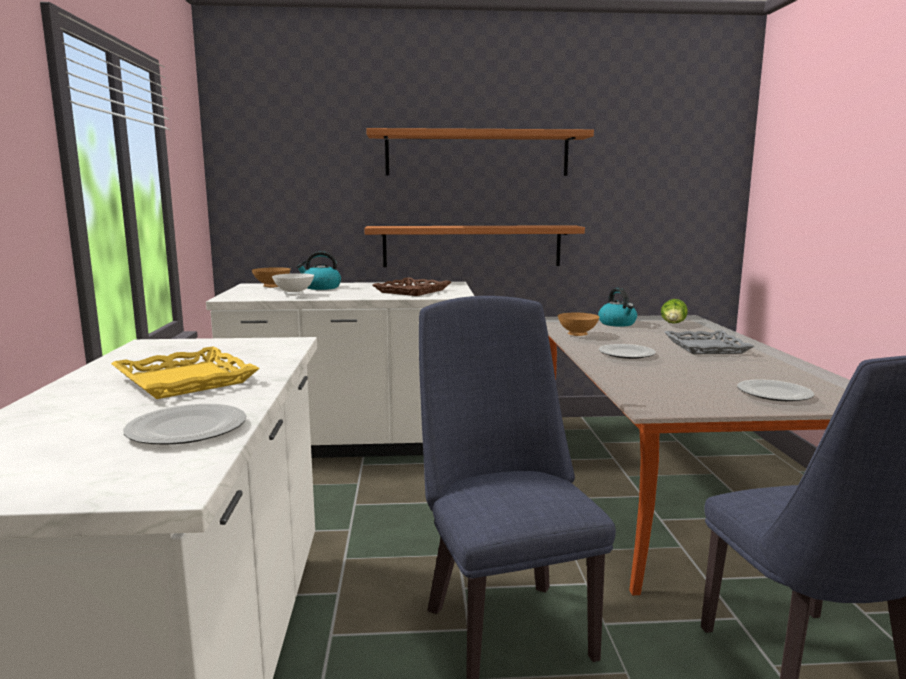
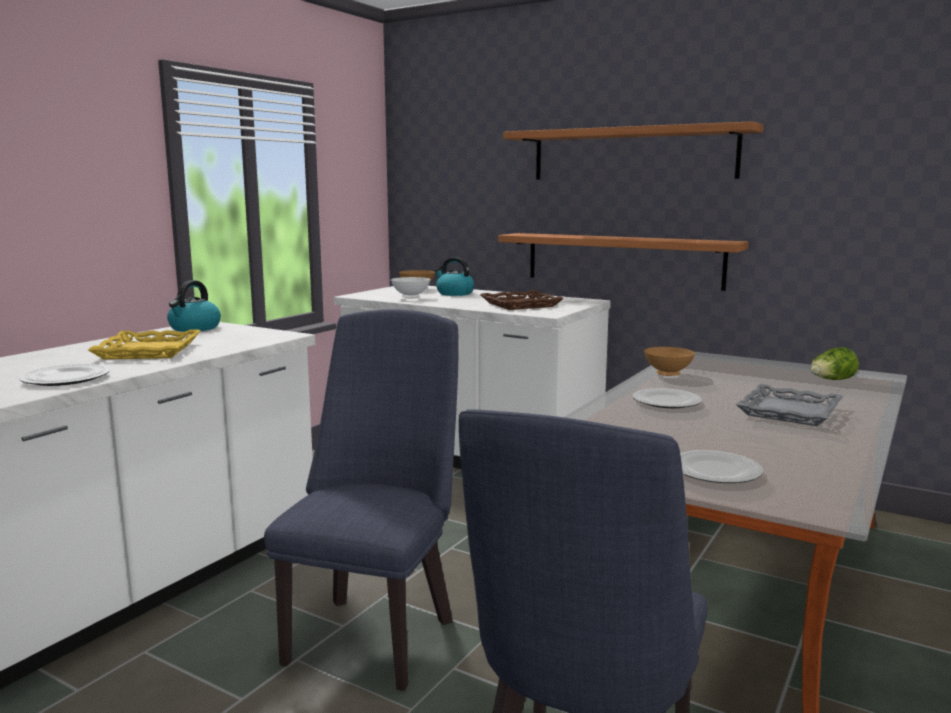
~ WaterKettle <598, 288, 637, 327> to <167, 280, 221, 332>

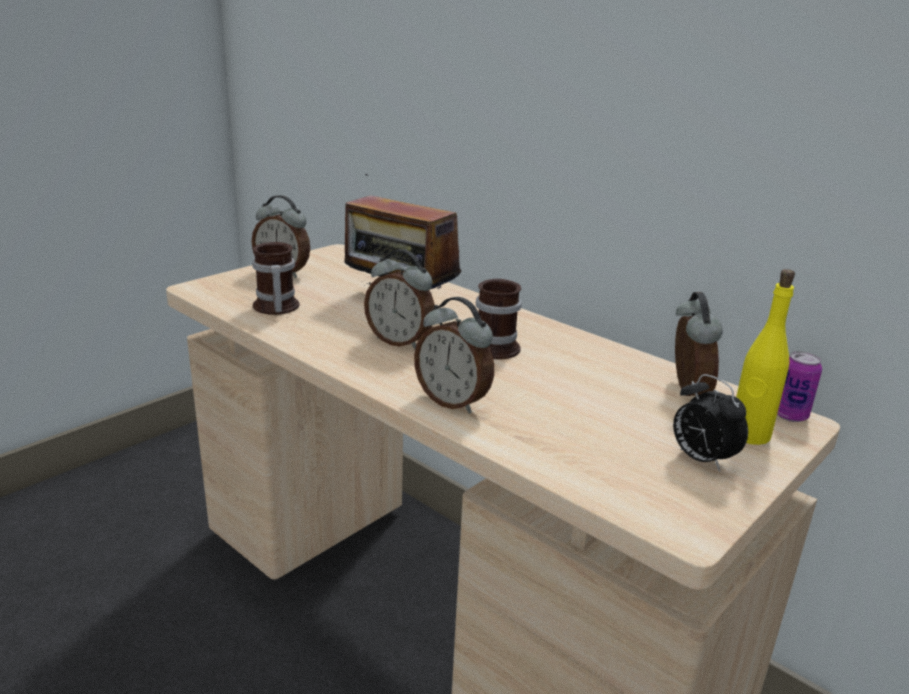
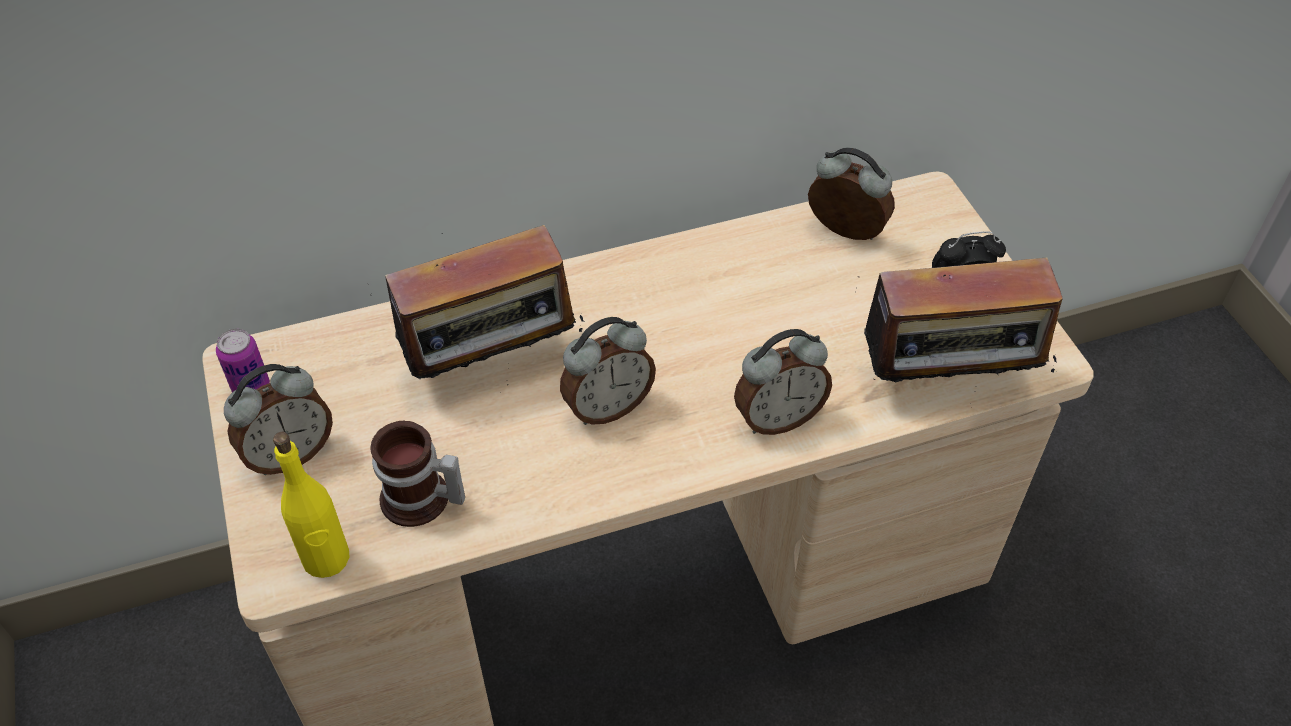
- CoffeeMug <476, 279, 522, 360>
+ Radio <856, 244, 1063, 408>
~ YellowBottle <736, 269, 795, 445> to <273, 432, 349, 578>
~ Can <777, 351, 822, 422> to <216, 329, 270, 392>

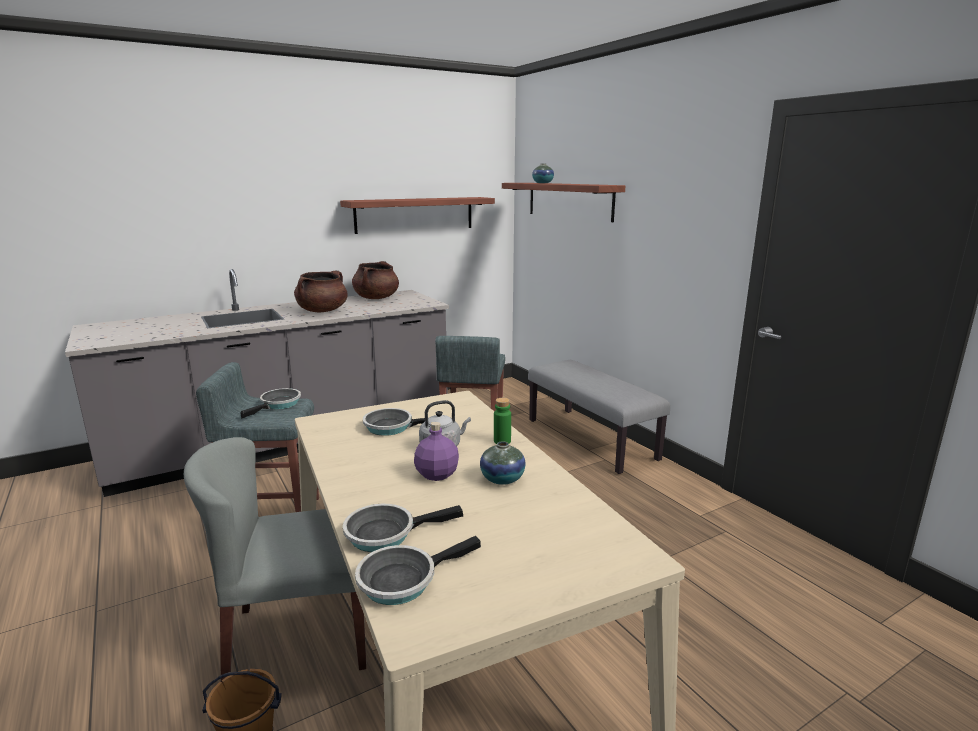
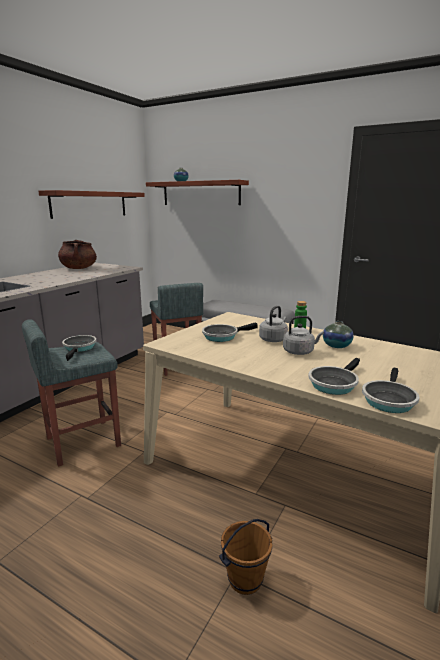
- GreyishChair <184, 437, 366, 682>
- BrownColouredSaucepot <294, 271, 347, 312>
~ PurpleBottle <414, 422, 459, 481> to GreyishWaterKettle <283, 316, 324, 355>

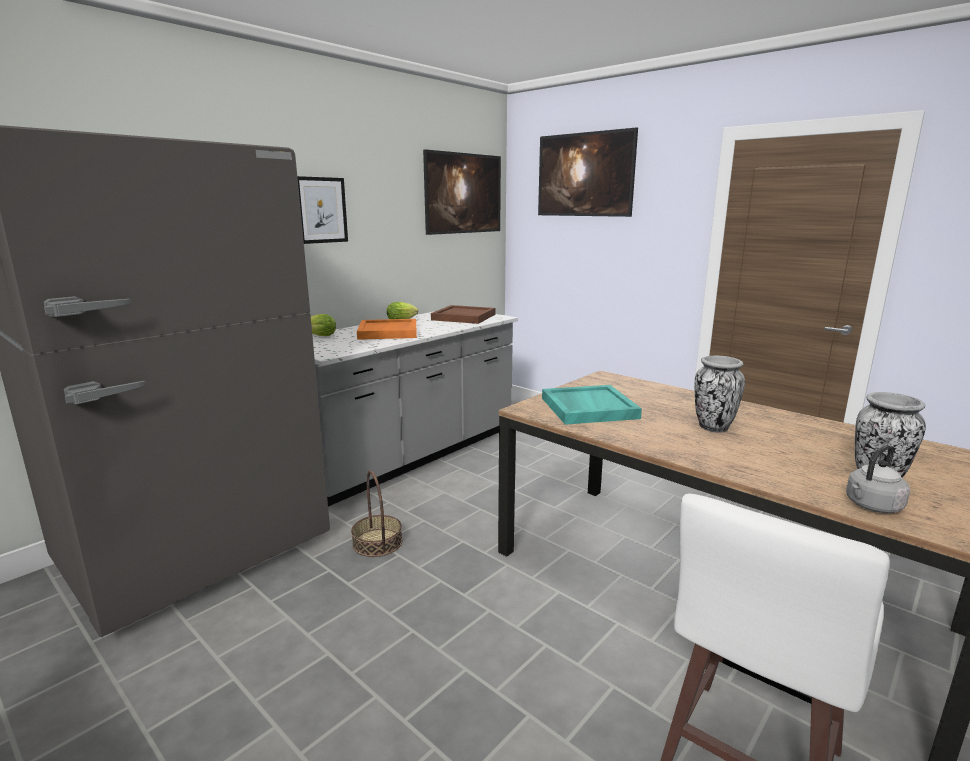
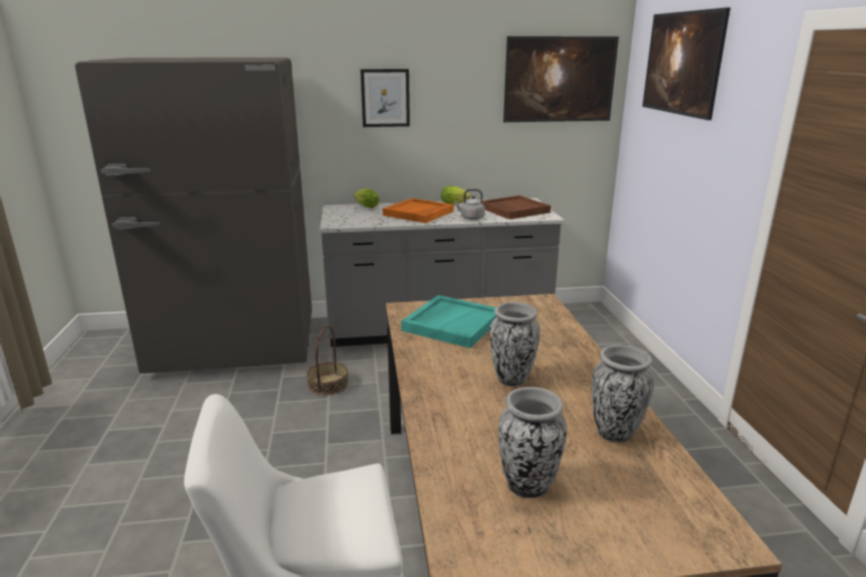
+ DecorativeVase <592, 345, 654, 443>
~ GreyishWaterKettle <846, 445, 910, 513> to <455, 189, 485, 220>

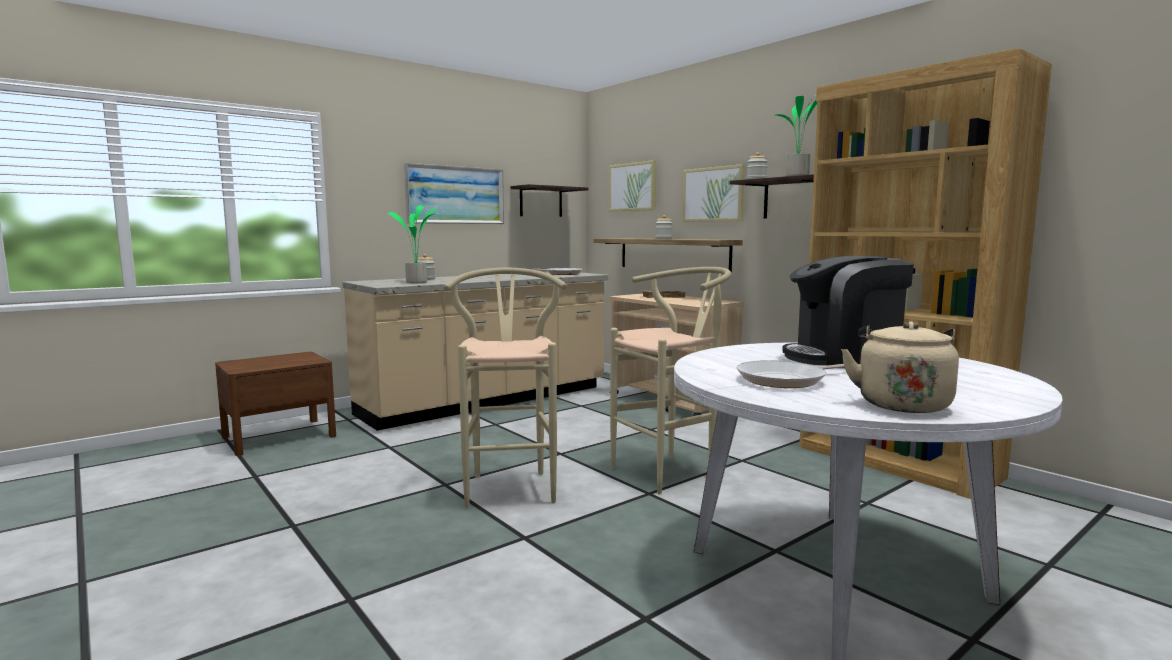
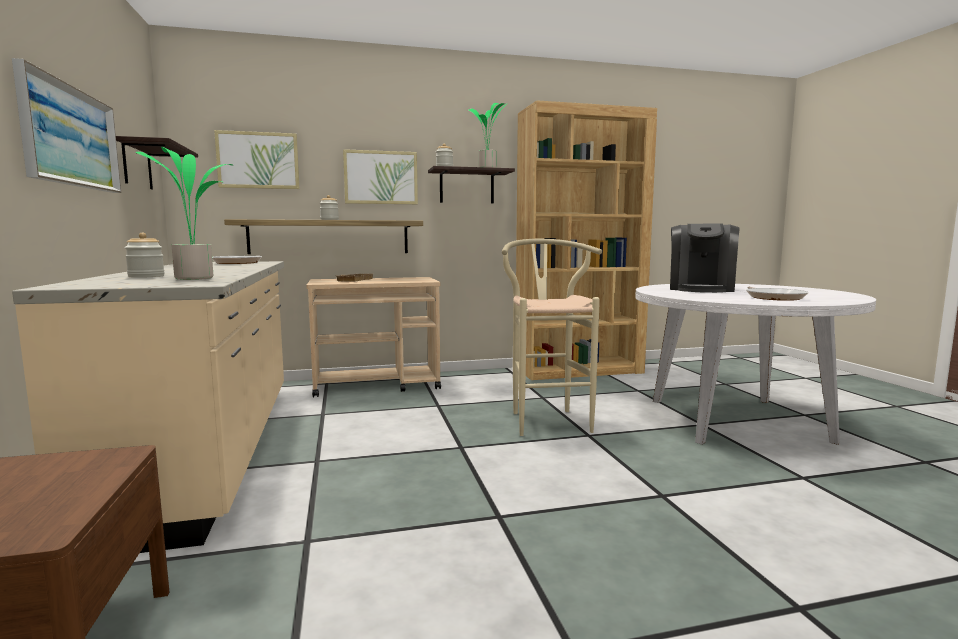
- SandColouredSittingStool <443, 268, 567, 509>
- SandColouredWaterKettle <841, 321, 959, 413>

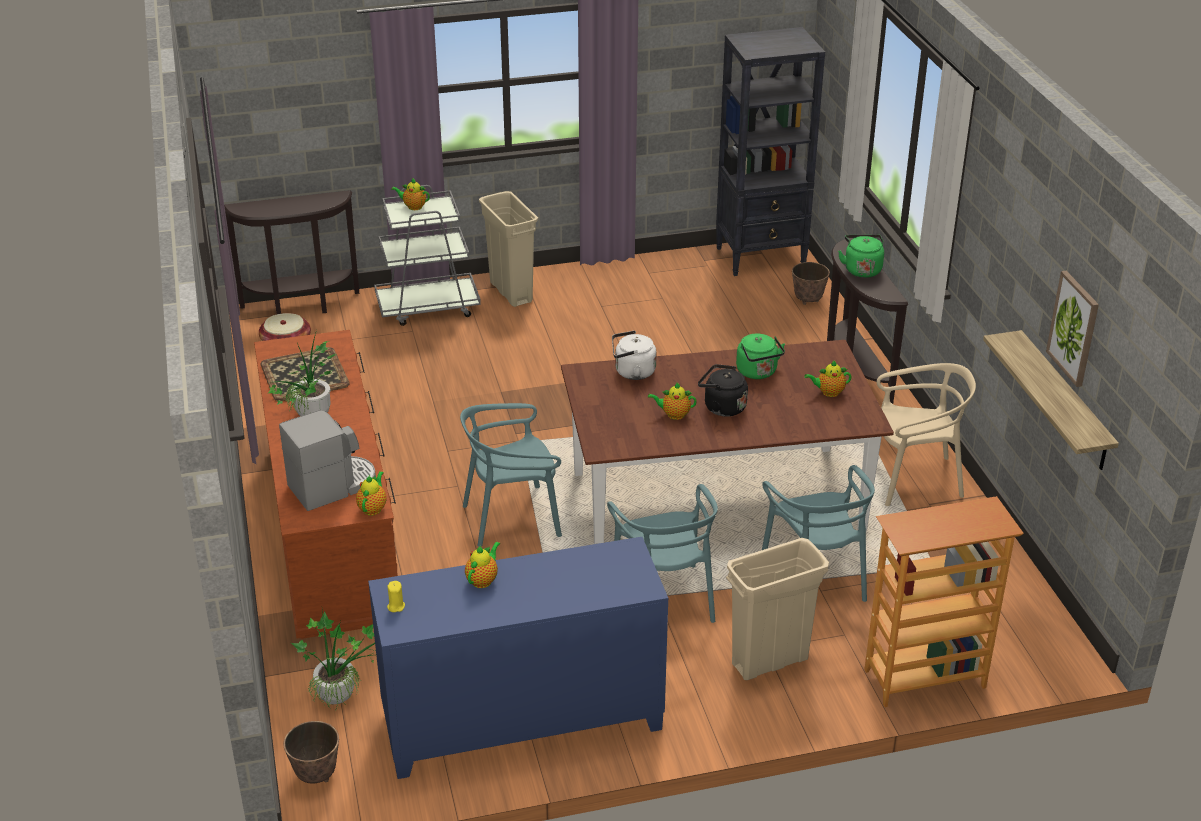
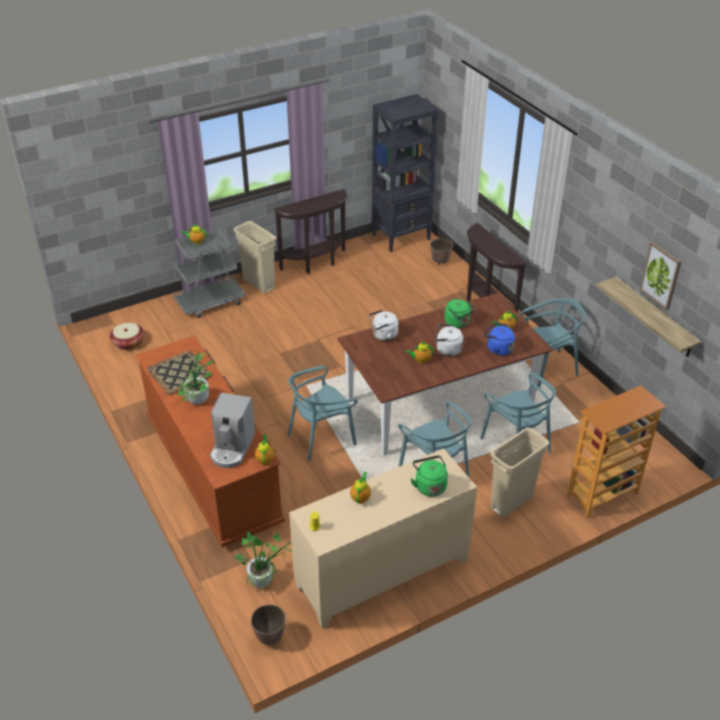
+ BluishWaterKettle <484, 322, 515, 356>
~ BrownColouredConsoleTable <224, 190, 359, 314> to <274, 189, 347, 274>
~ GreenColouredWaterKettle <838, 234, 884, 278> to <411, 455, 448, 497>
~ BluishStorageCabinet <368, 537, 668, 779> to SandColouredStorageCabinet <289, 448, 477, 629>
~ BlackishWaterKettle <698, 364, 748, 417> to WhitishWaterKettle <434, 324, 463, 356>
~ SandColouredChair <877, 363, 976, 506> to TurquoiseChair <520, 298, 585, 388>
~ CoffeeMaker <279, 410, 376, 511> = <210, 393, 255, 468> 150 degrees clockwise

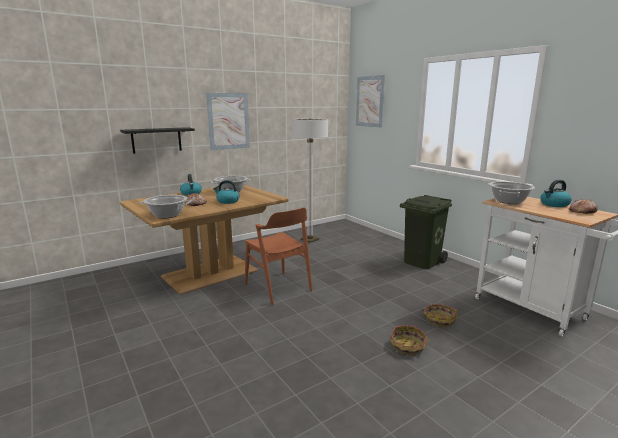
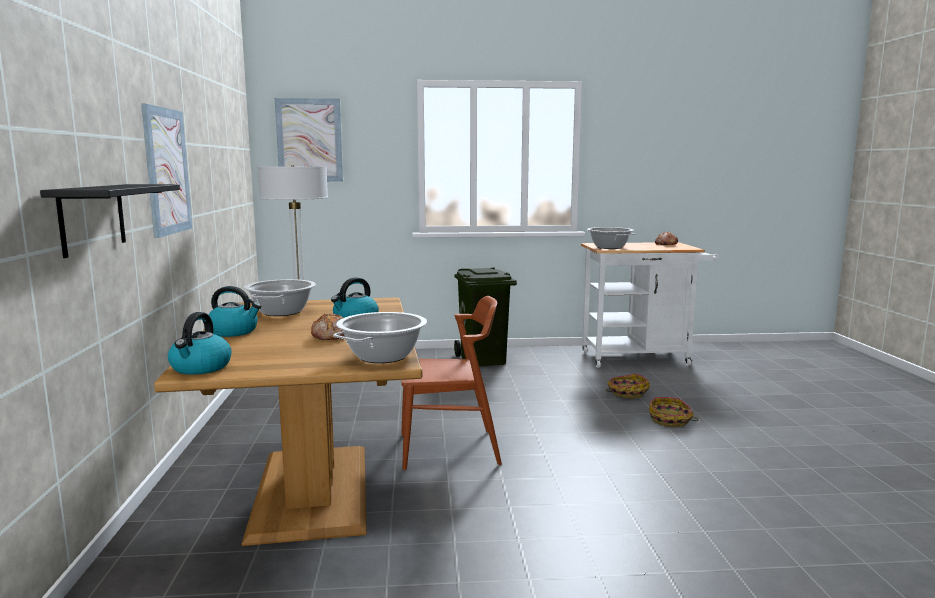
~ WaterKettle <540, 180, 572, 207> to <168, 312, 232, 375>

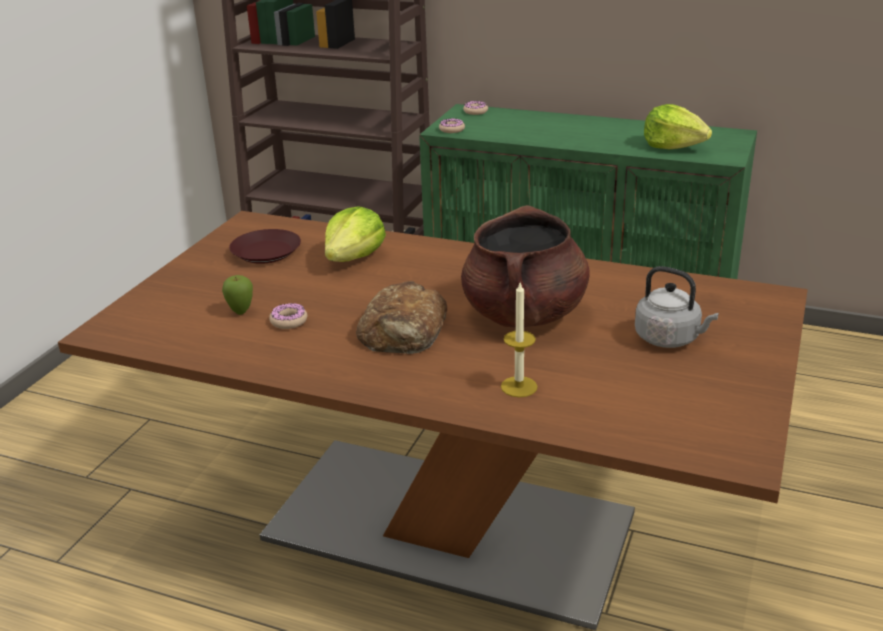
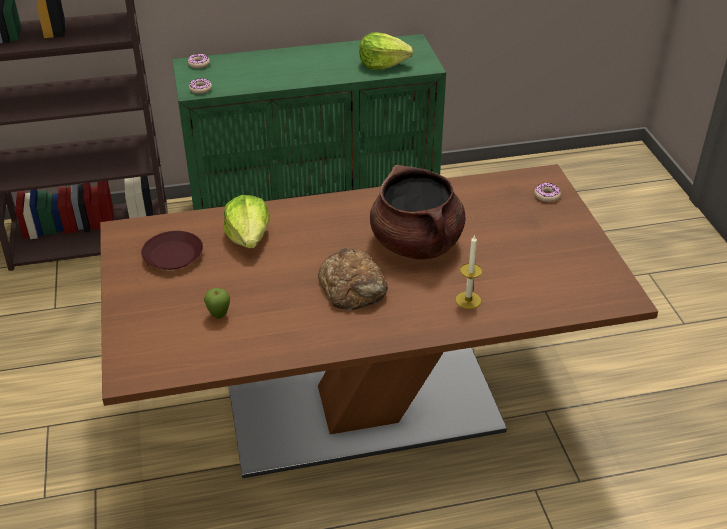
- GreyishWaterKettle <635, 266, 719, 348>
~ Donut <269, 303, 307, 329> to <534, 183, 561, 202>

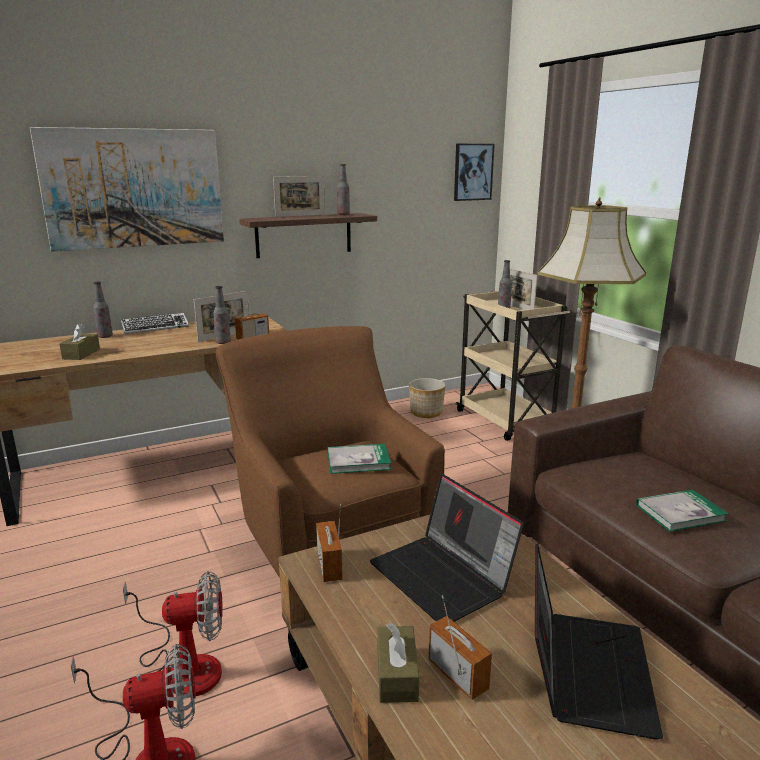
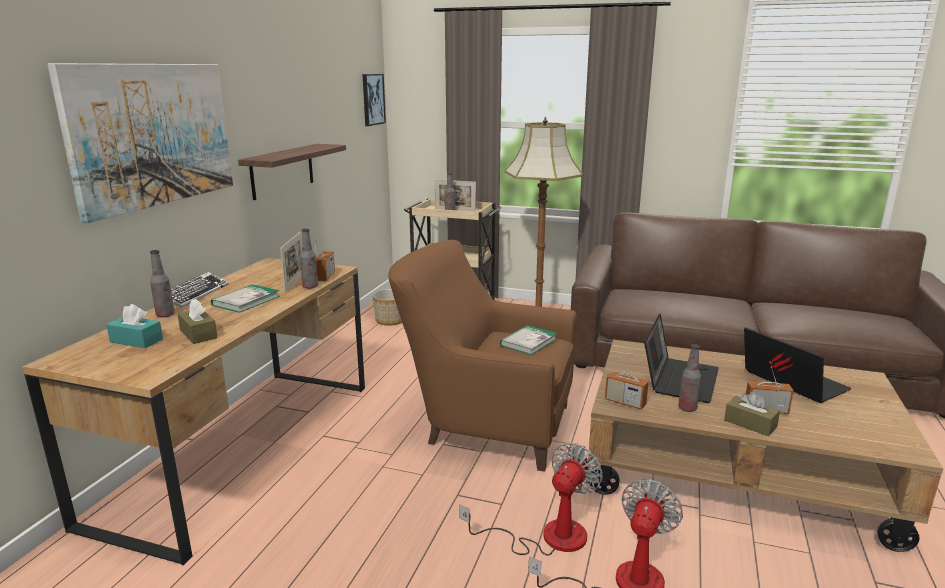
- PhotoFrame <273, 176, 325, 217>
+ TurquoiseTissueHolder <106, 304, 163, 348>
~ Bottle <337, 164, 350, 215> to <678, 344, 701, 412>
~ Volume <636, 490, 729, 532> to <211, 284, 280, 313>
~ PortableComputer <370, 473, 524, 622> = <644, 314, 719, 403> 75 degrees counterclockwise

